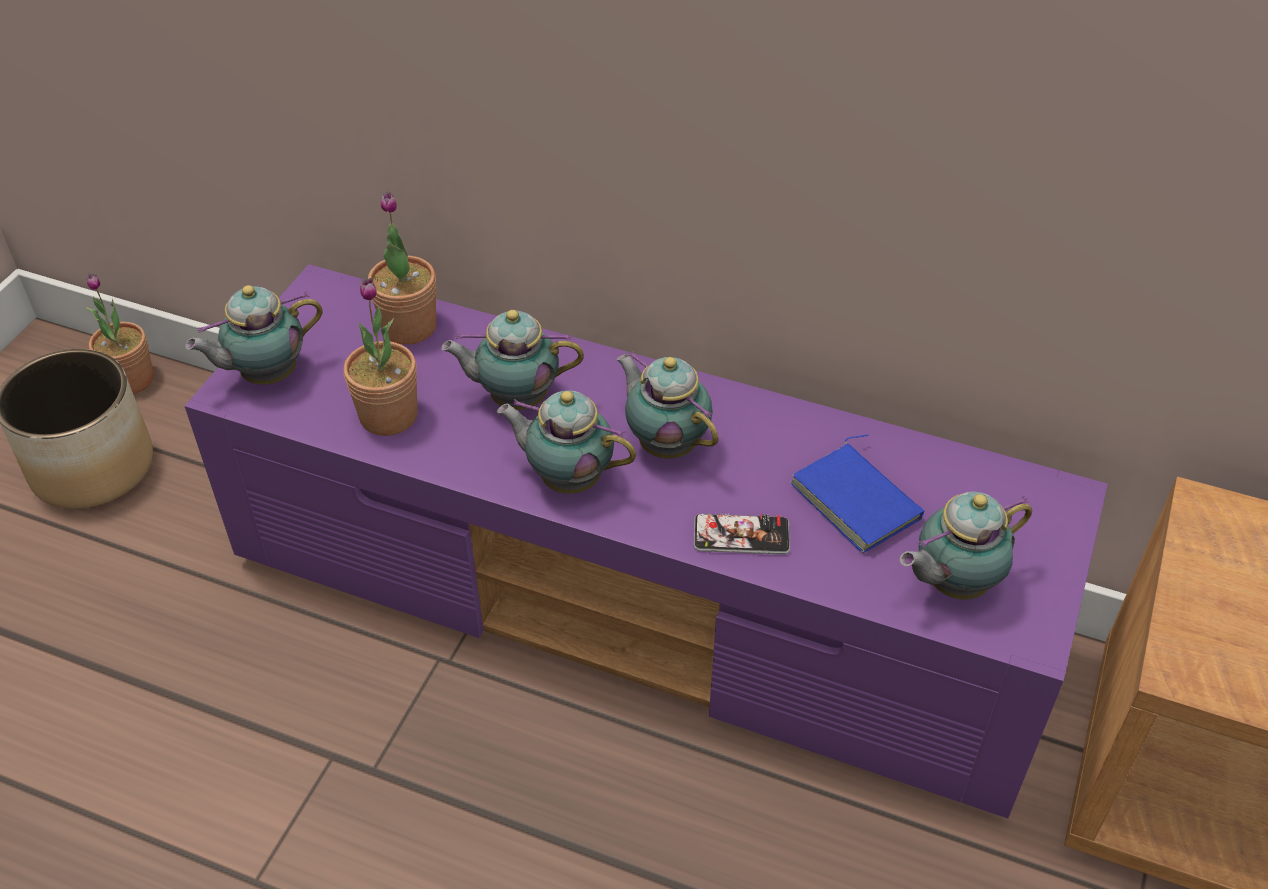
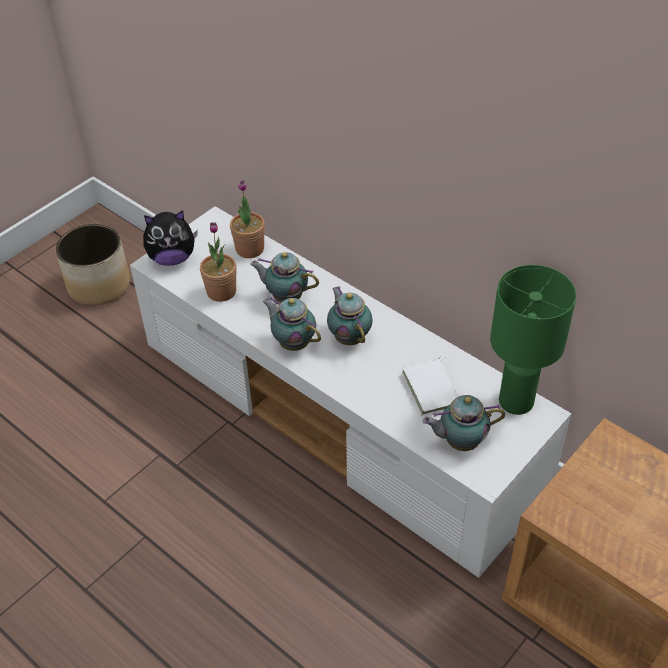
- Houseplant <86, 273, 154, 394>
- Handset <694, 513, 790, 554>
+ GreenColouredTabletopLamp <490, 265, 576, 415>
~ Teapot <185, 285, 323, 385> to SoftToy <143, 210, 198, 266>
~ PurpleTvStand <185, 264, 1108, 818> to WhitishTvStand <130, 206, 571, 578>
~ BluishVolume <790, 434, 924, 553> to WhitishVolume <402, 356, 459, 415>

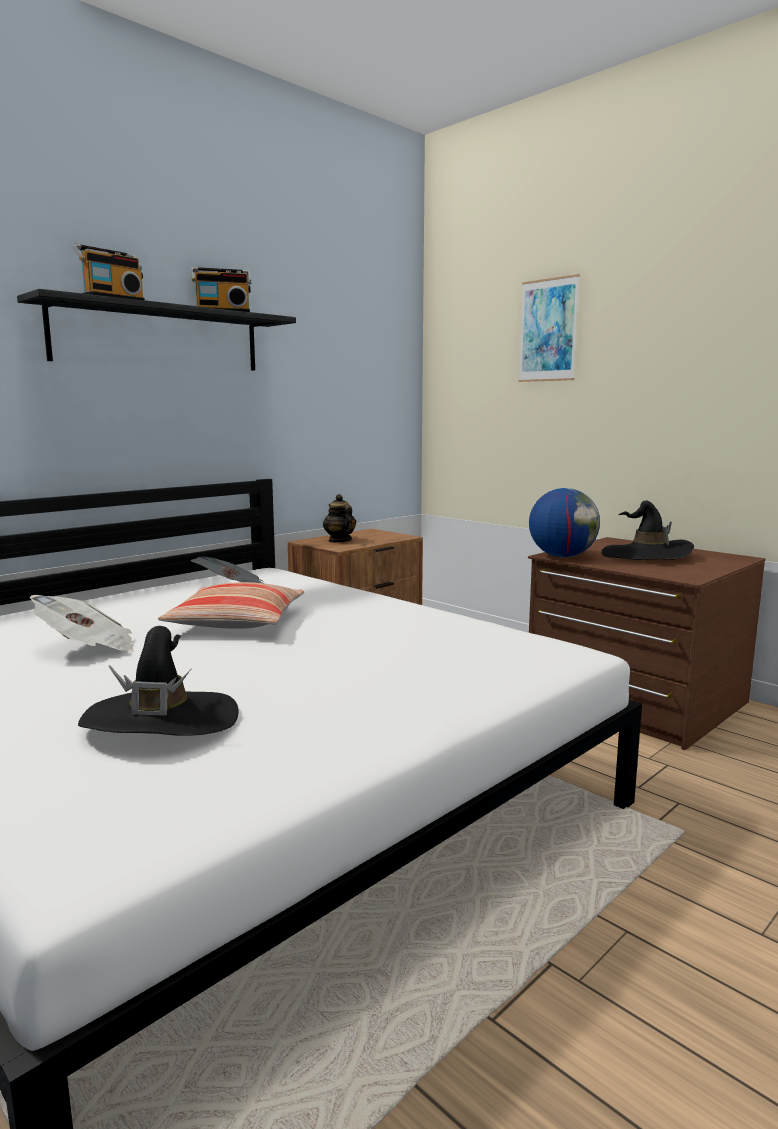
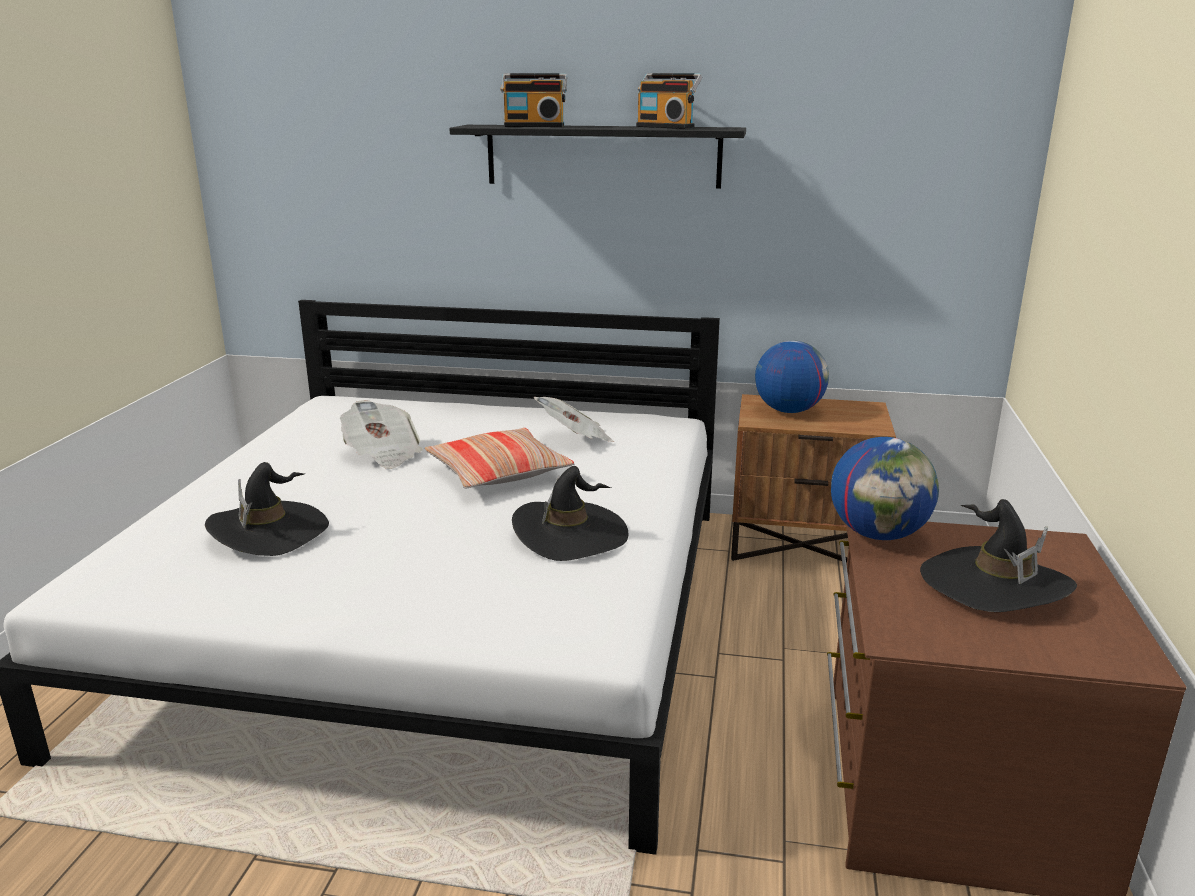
- WallArt <519, 274, 580, 382>
+ BlackishClothingHat <512, 466, 628, 561>
~ Teapot <323, 494, 356, 543> to DeskGlobe <755, 340, 829, 413>

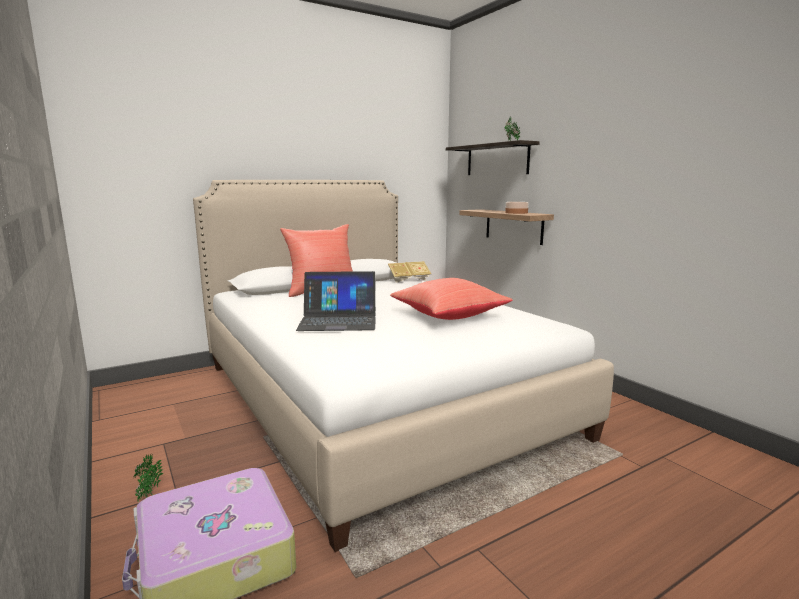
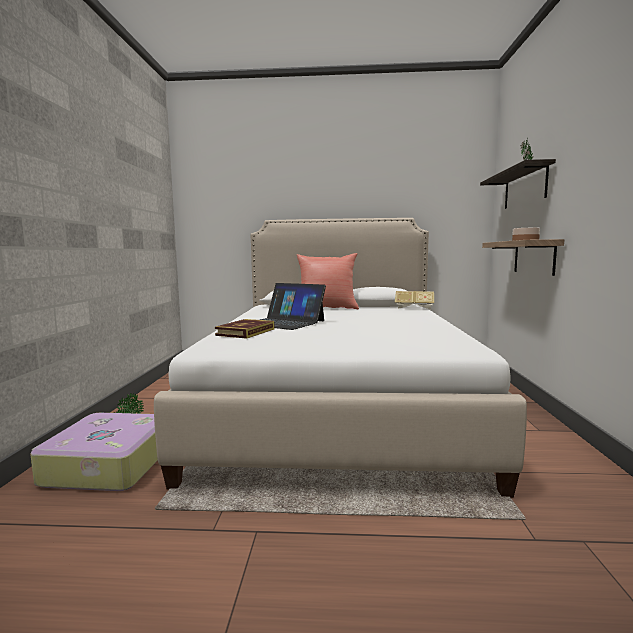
- RedColouredThrowPillow <390, 278, 513, 320>
+ Volume <215, 319, 274, 339>

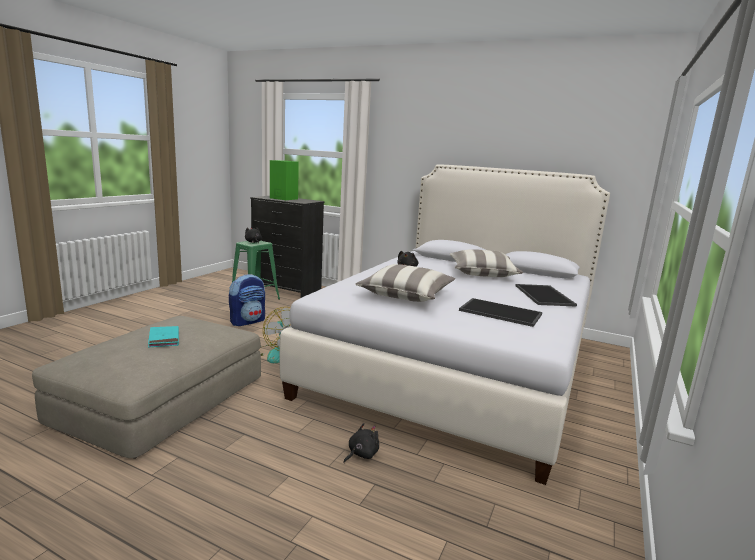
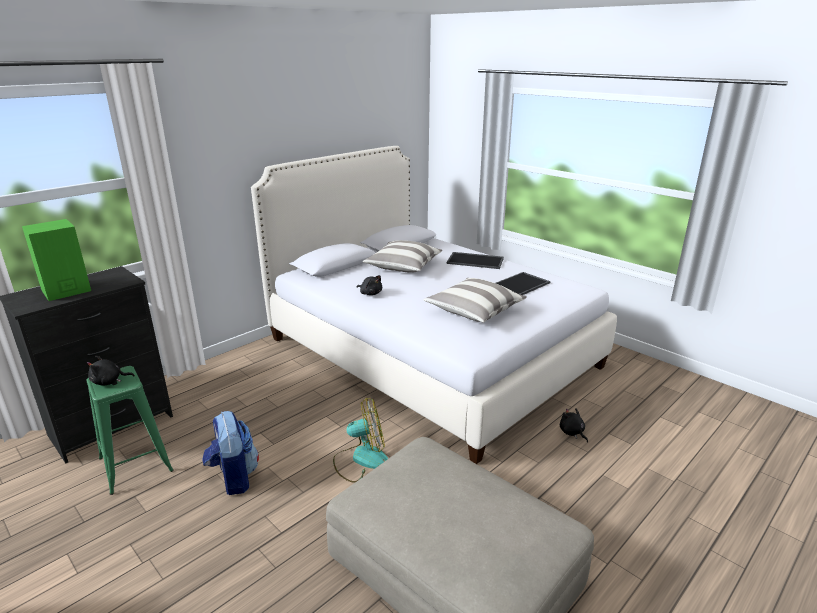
- TurquoiseVolume <148, 326, 179, 347>

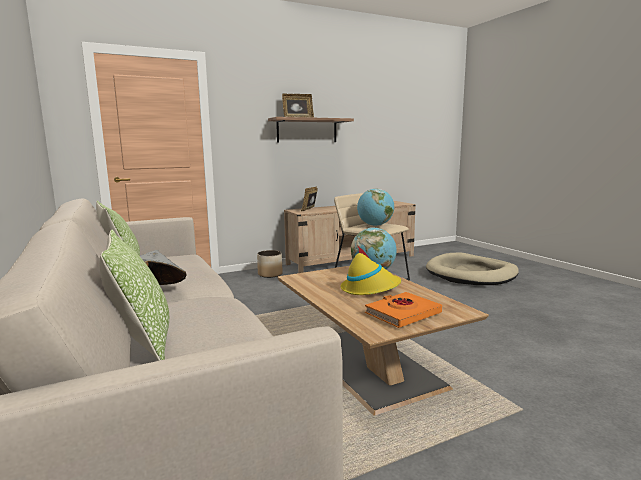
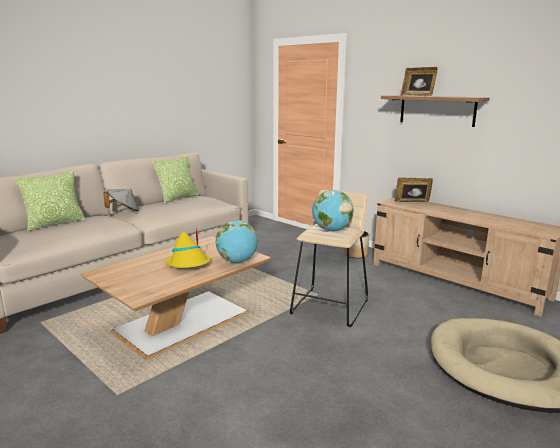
- OrangeColouredVolume <365, 292, 442, 328>

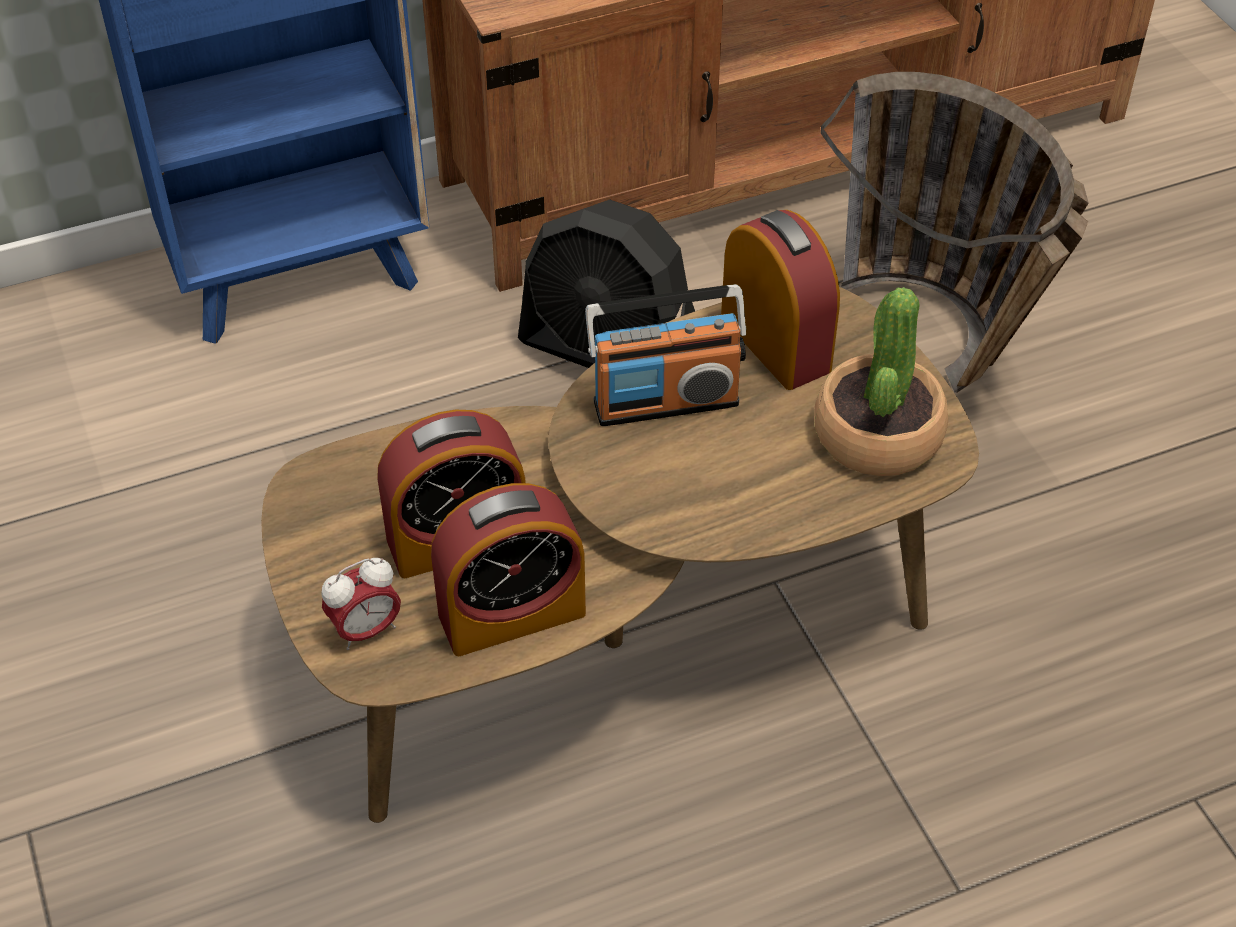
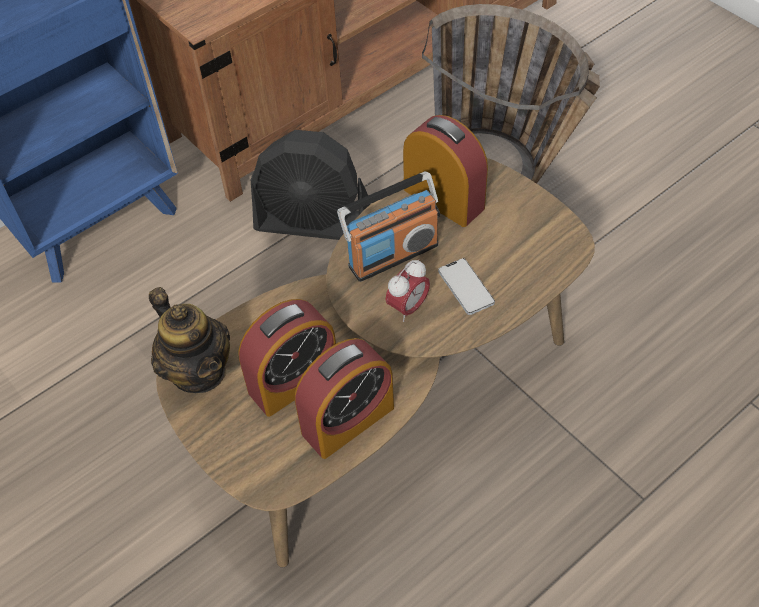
- Houseplant <814, 287, 948, 476>
+ Teapot <149, 287, 230, 393>
+ Handset <438, 258, 495, 315>
~ TableClock <321, 558, 401, 650> to <386, 259, 430, 322>

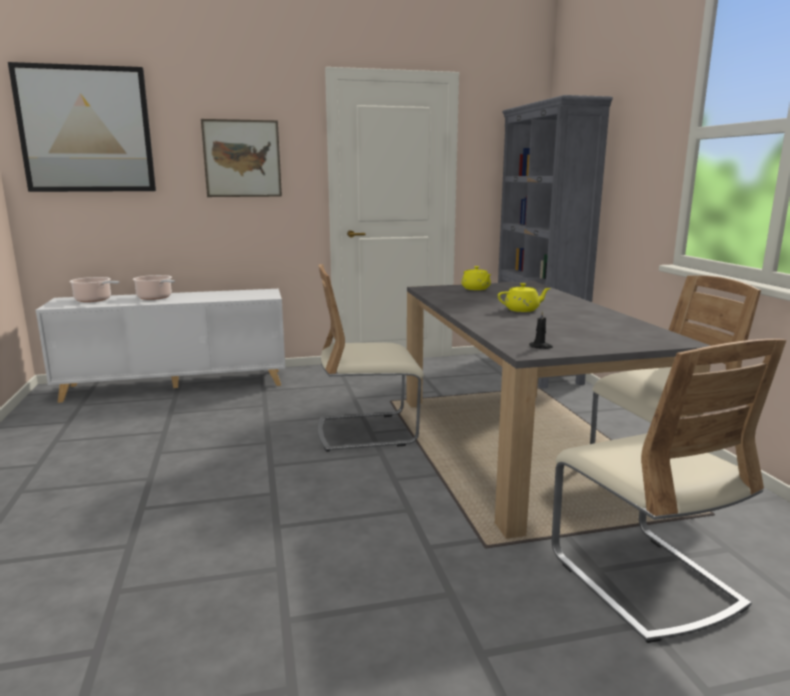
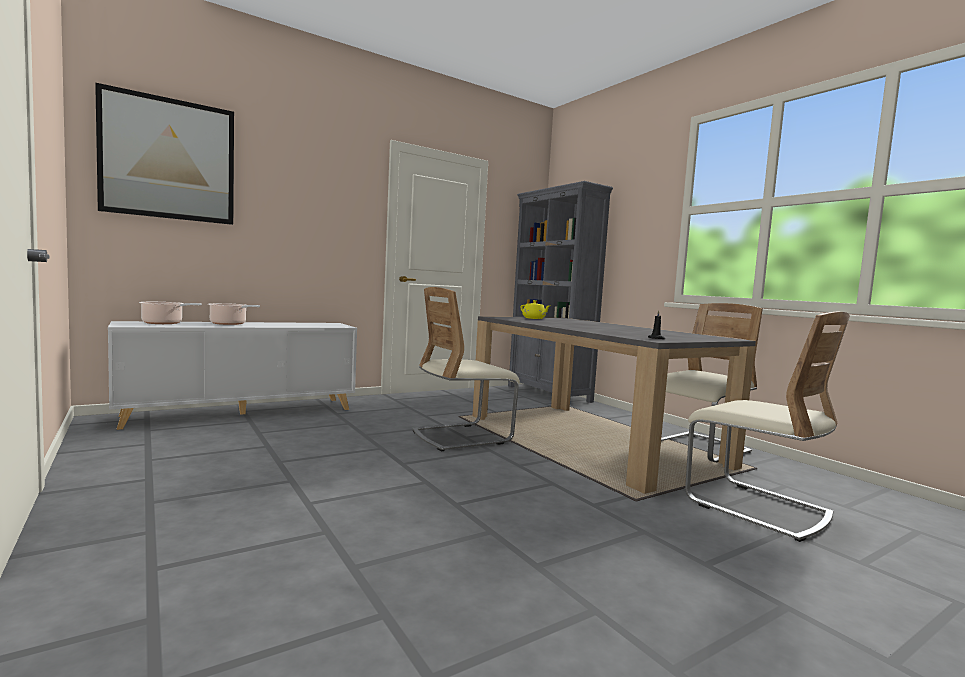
- WallArt <201, 119, 282, 197>
- YellowTeapot <498, 283, 551, 312>

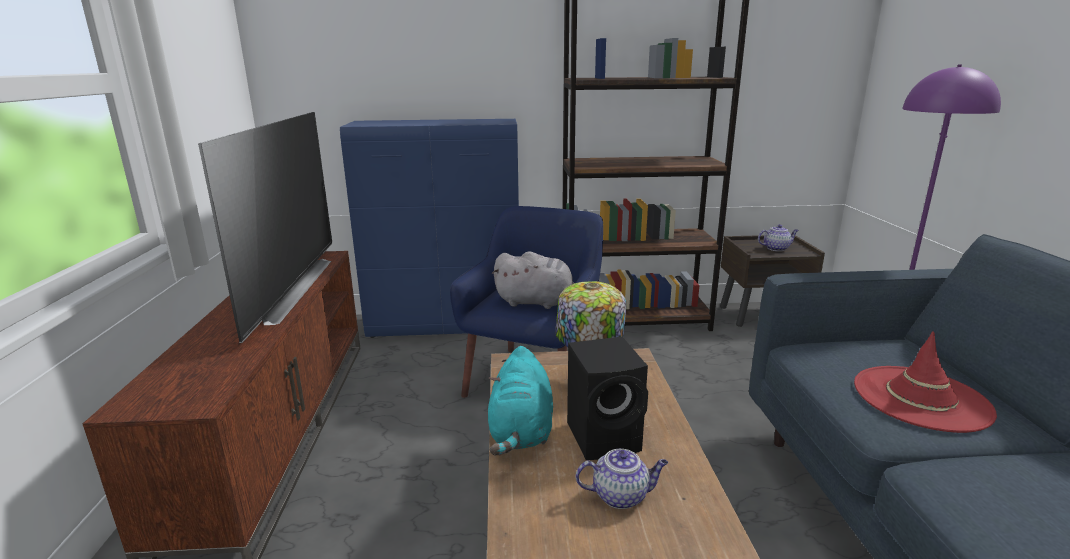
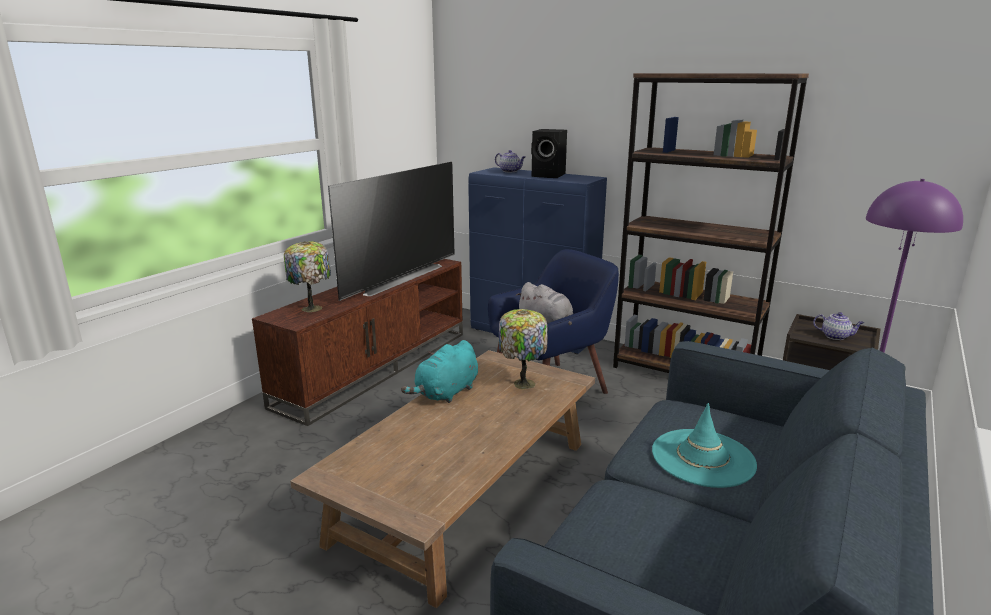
+ TabletopLamp <284, 241, 331, 313>
~ BlackishLoudspeaker <567, 337, 648, 460> to <531, 129, 567, 178>
~ Teapot <576, 449, 668, 509> to <495, 150, 525, 172>
~ RedColouredClothingHat <854, 331, 997, 433> to TurquoiseClothingHat <652, 403, 757, 488>

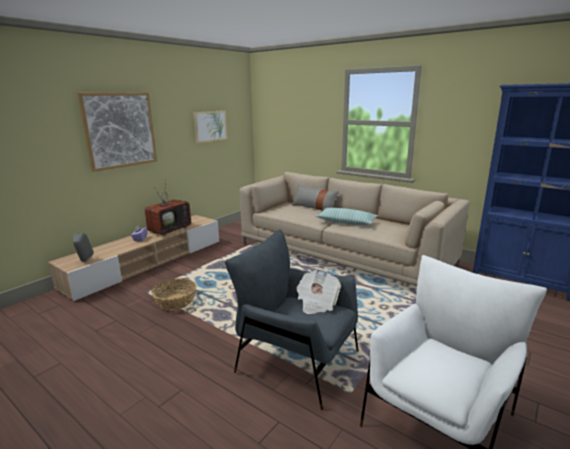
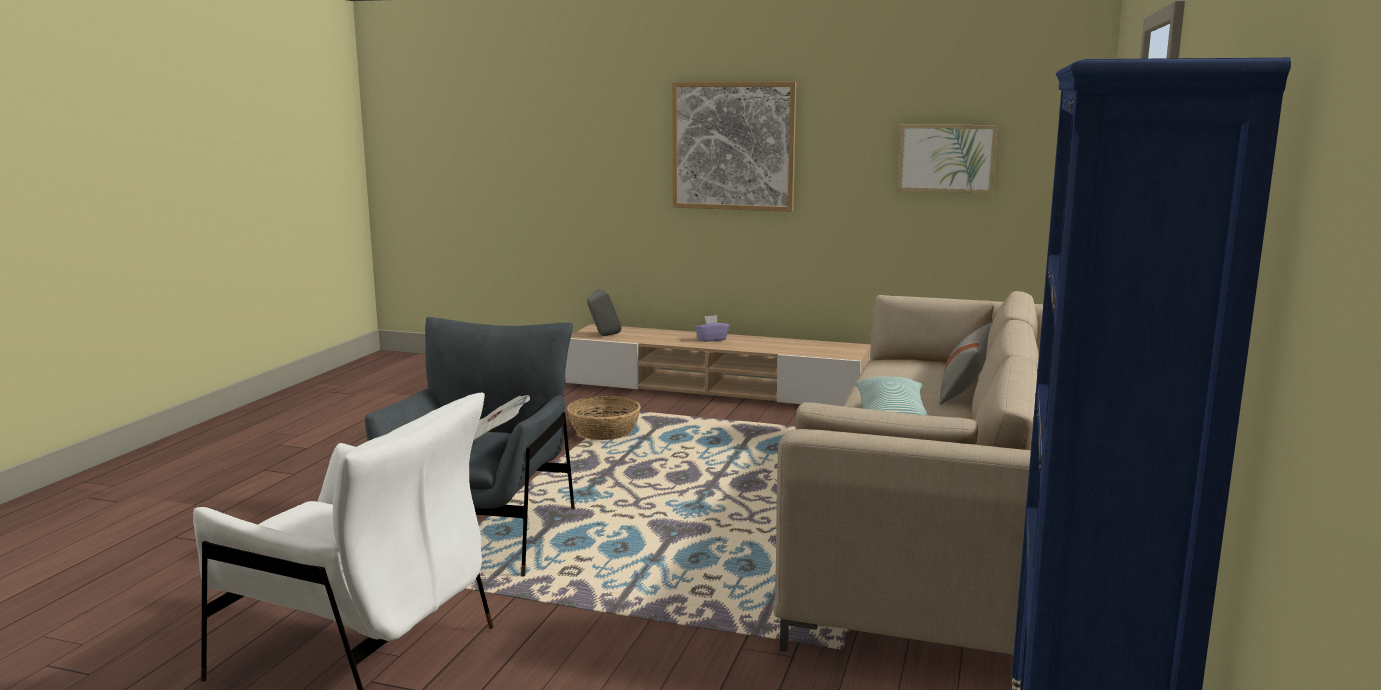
- Tv <145, 179, 191, 236>

